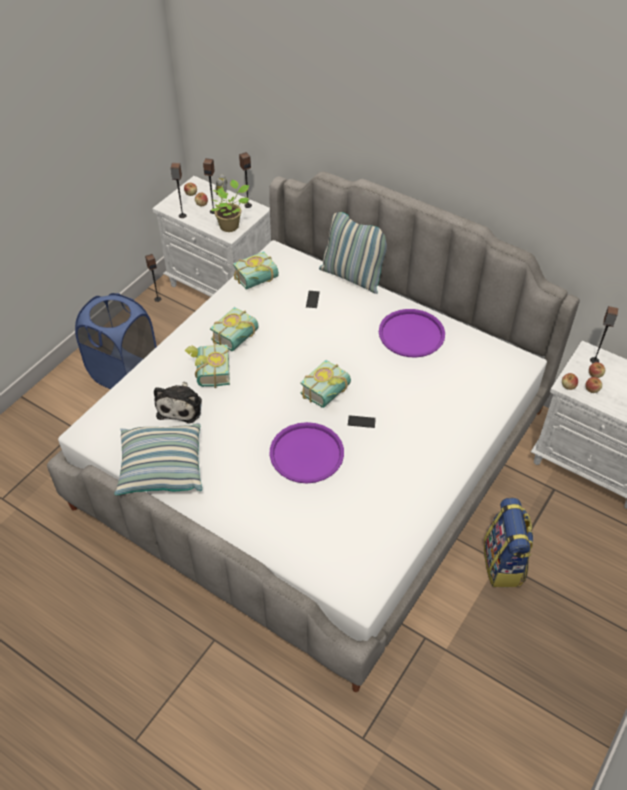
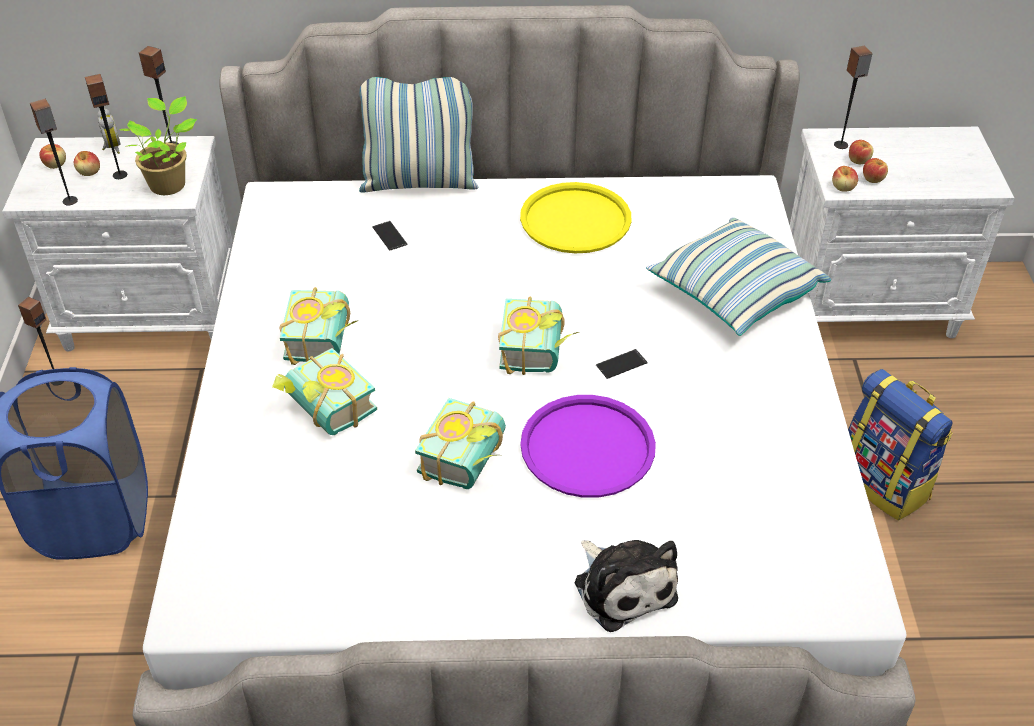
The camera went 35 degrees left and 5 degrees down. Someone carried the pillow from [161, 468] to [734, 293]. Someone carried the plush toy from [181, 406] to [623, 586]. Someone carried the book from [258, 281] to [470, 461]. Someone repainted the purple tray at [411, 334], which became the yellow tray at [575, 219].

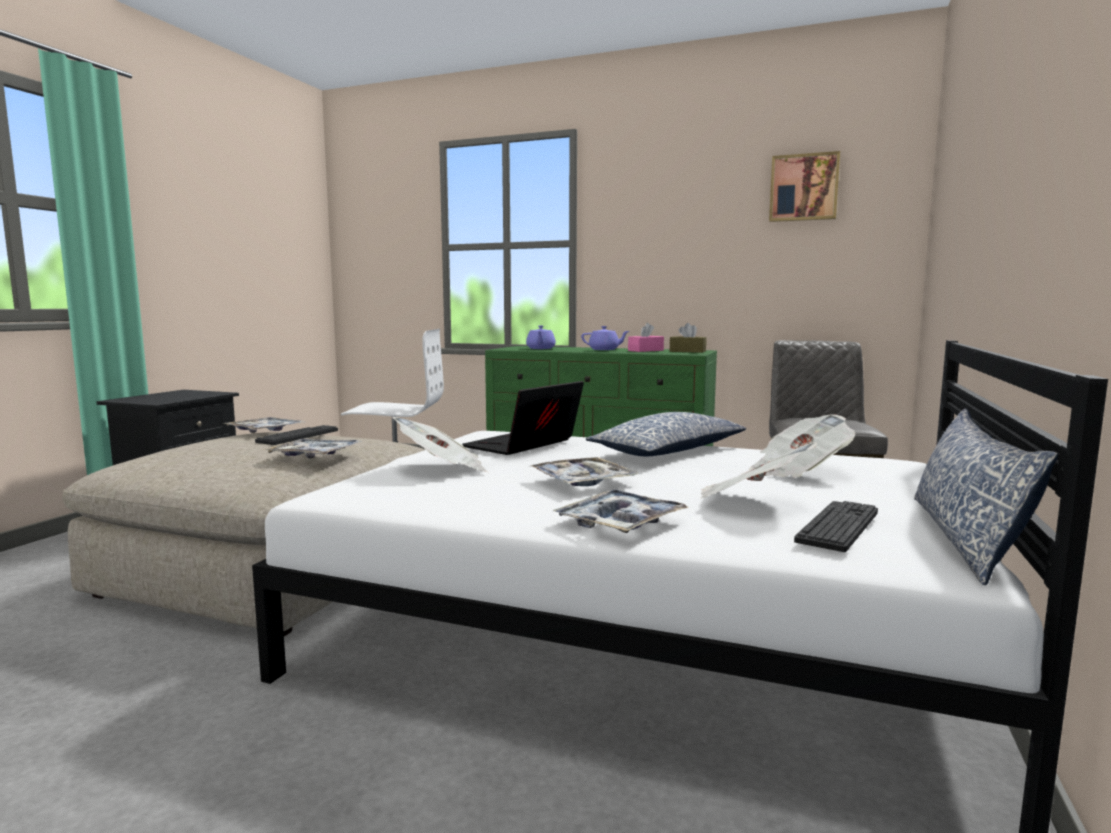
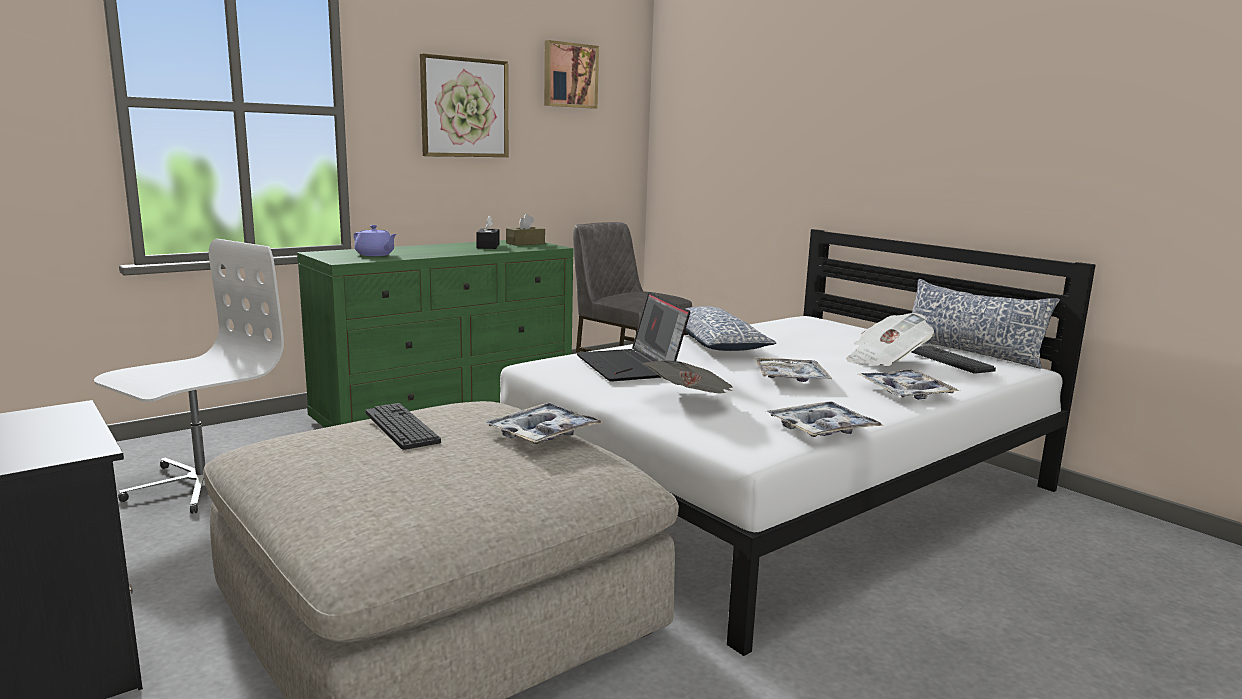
The camera went 60 degrees left and 5 degrees up. Someone took away the purple teapot at [604, 349]. Someone took away the newspaper at [797, 472]. Someone put up the picture at [464, 107]. Someone carried the tray from [264, 431] to [821, 429]. Someone repainted the pink tissue box at [645, 350], which became the black tissue box at [488, 246].

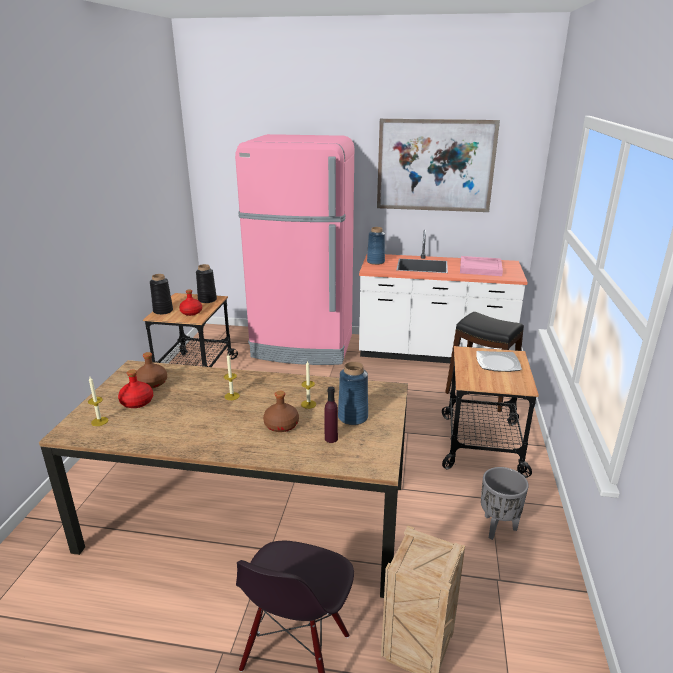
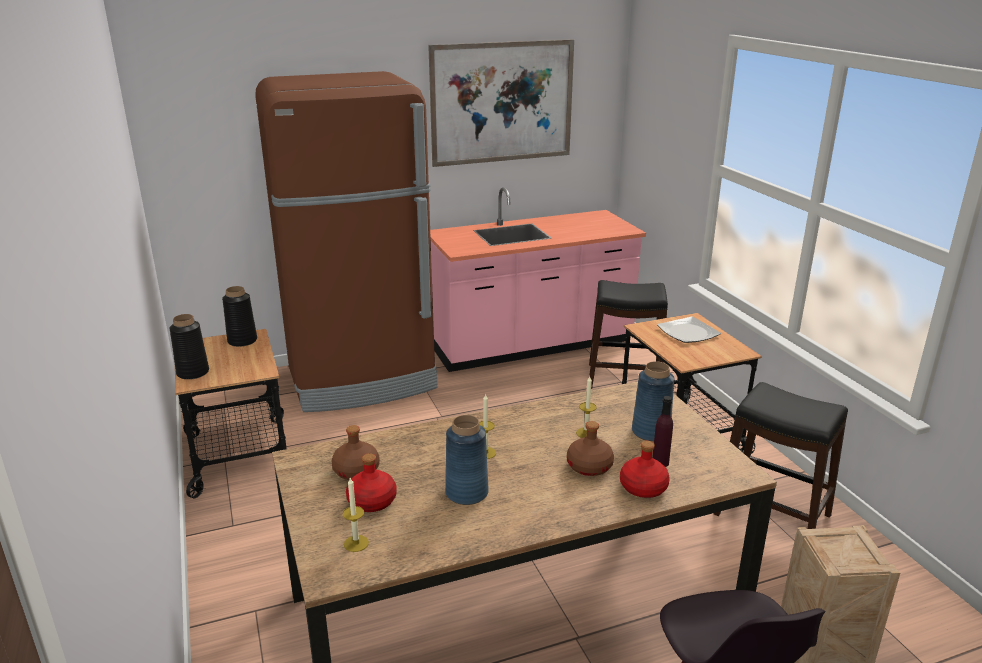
The camera went 30 degrees left and 0 degrees up. Someone took away the pink tray at [481, 268]. Someone carried the red bottle from [191, 312] to [642, 487]. Someone carried the blue vase from [375, 262] to [466, 492]. Someone swapped the grey planter at [498, 528] for the black stool at [772, 514]. Someone repainted the pink fridge at [303, 347], which became the brown fridge at [362, 379]. Someone repainted the white counter at [433, 354], which became the pink counter at [532, 346].

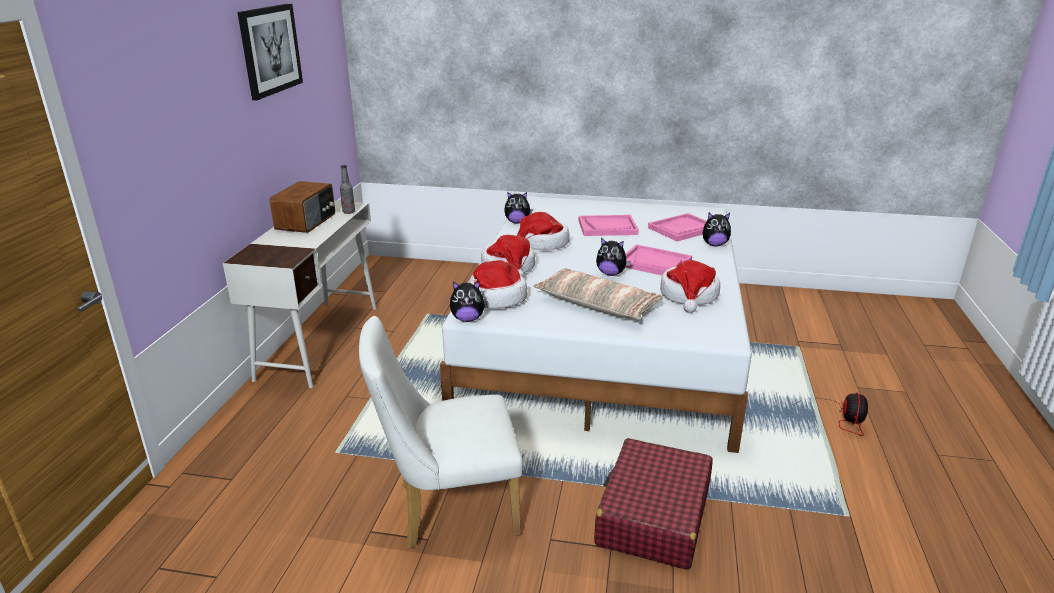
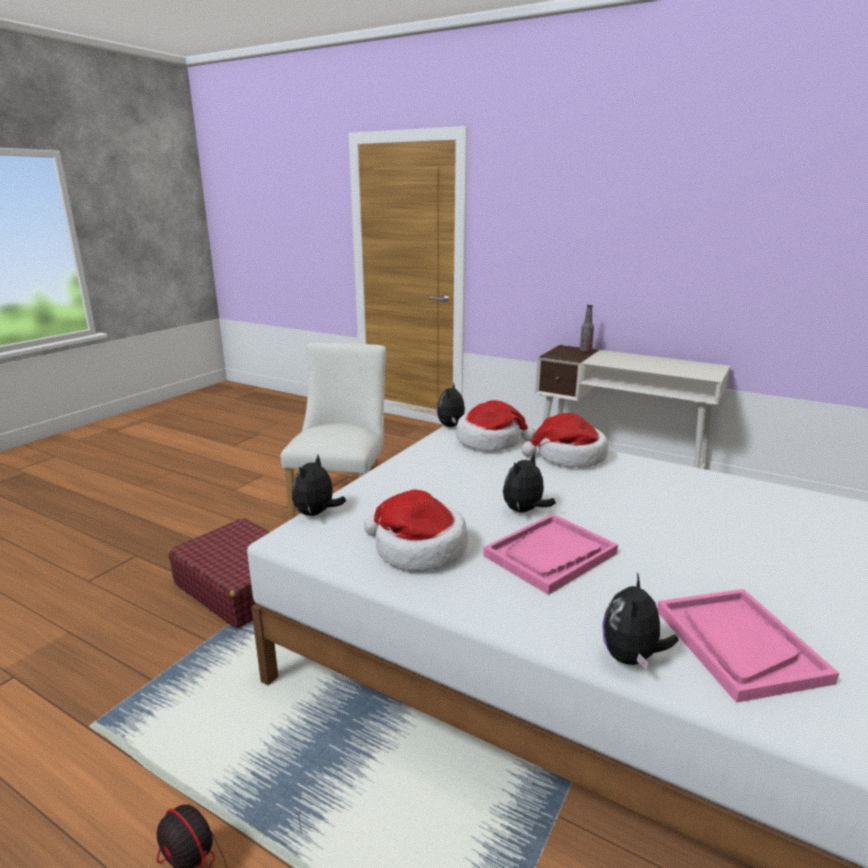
The camera went 110 degrees right and 5 degrees down. Someone took away the picture at [270, 50]. Someone took away the radio at [307, 221]. Someone took away the hat at [542, 243]. Someone took away the pillow at [597, 304]. Someone took away the pink tray at [607, 227]. Someone carried the bottle from [349, 212] to [585, 351]. Someone carried the plush toy from [517, 222] to [316, 513].

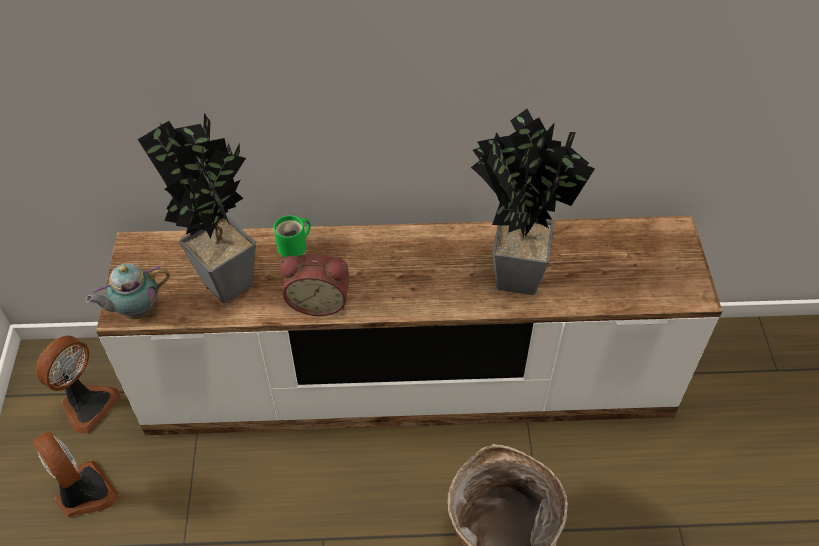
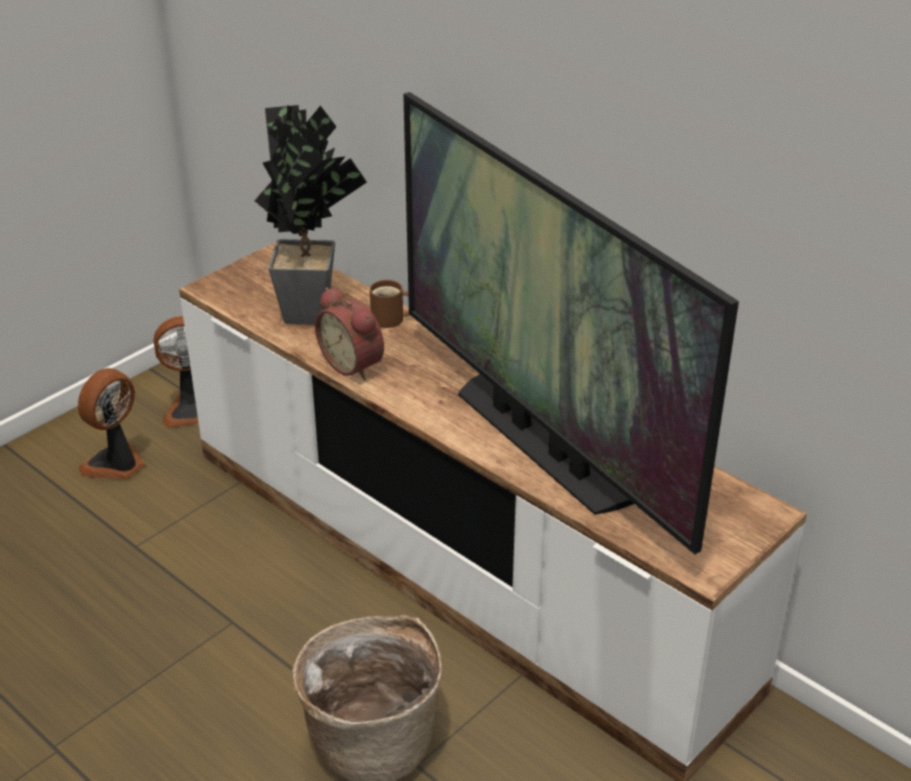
The camera went 45 degrees right and 15 degrees down. Someone took away the teapot at [136, 310]. Someone swapped the potted plant at [510, 273] for the television at [542, 442]. Someone repainted the green mug at [295, 246], which became the brown mug at [390, 320]. Someone rotated the fan at [83, 493] by 150 degrees counterclockwise.

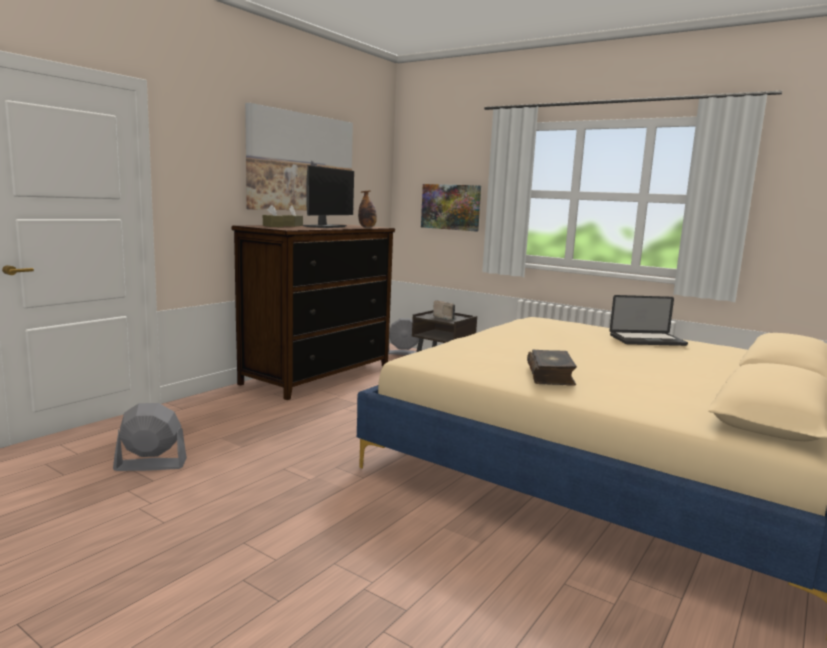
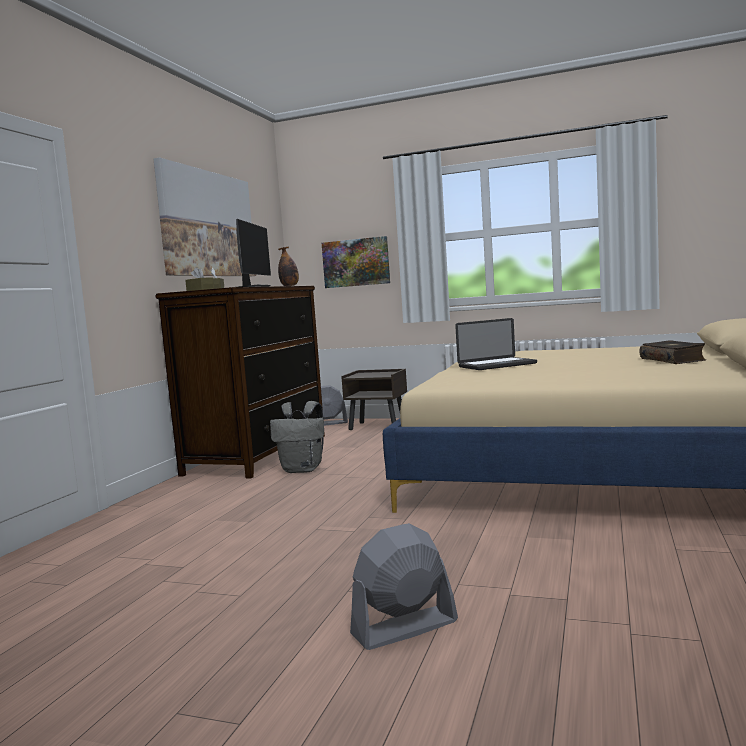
The camera went 15 degrees left and 5 degrees down. Someone took away the radio at [445, 318]. Someone put down the grey backpack at [303, 469]. Someone carried the grey fan from [150, 465] to [404, 628]. Someone carried the book from [551, 375] to [673, 360]. Someone carried the laptop from [647, 340] to [497, 365].

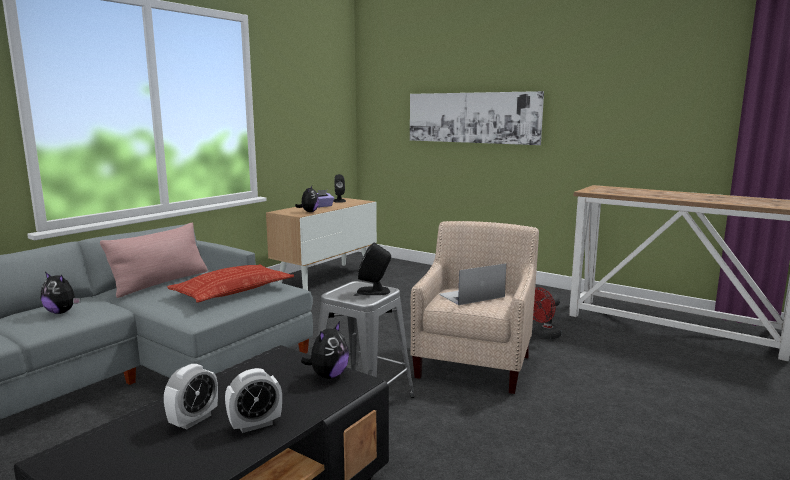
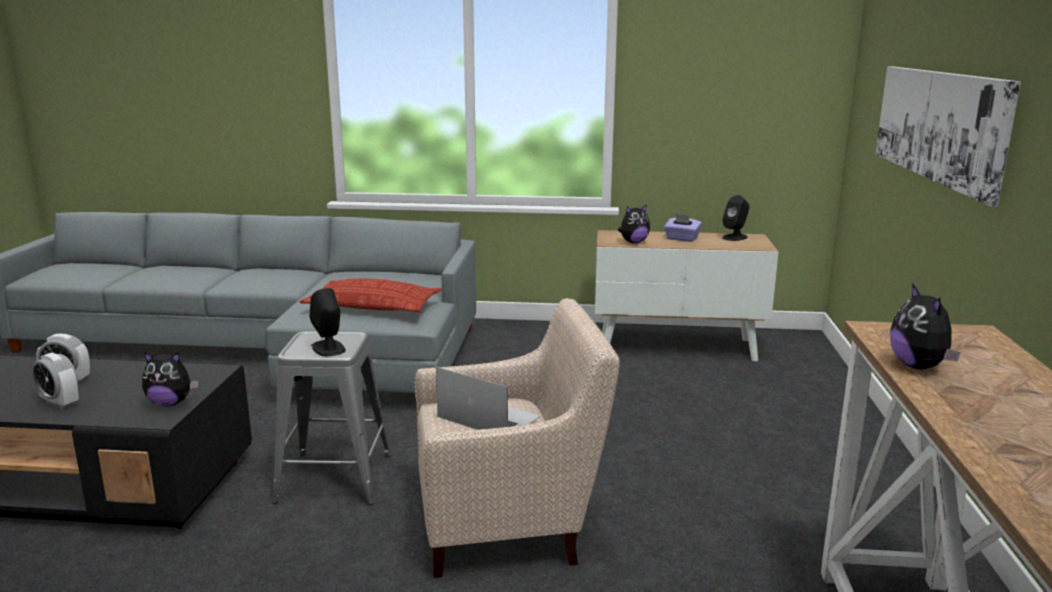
The camera went 60 degrees right and 5 degrees up. Someone took away the pink pillow at [161, 283]. Someone took away the red fan at [543, 336]. Someone carried the plush toy from [62, 312] to [919, 366].

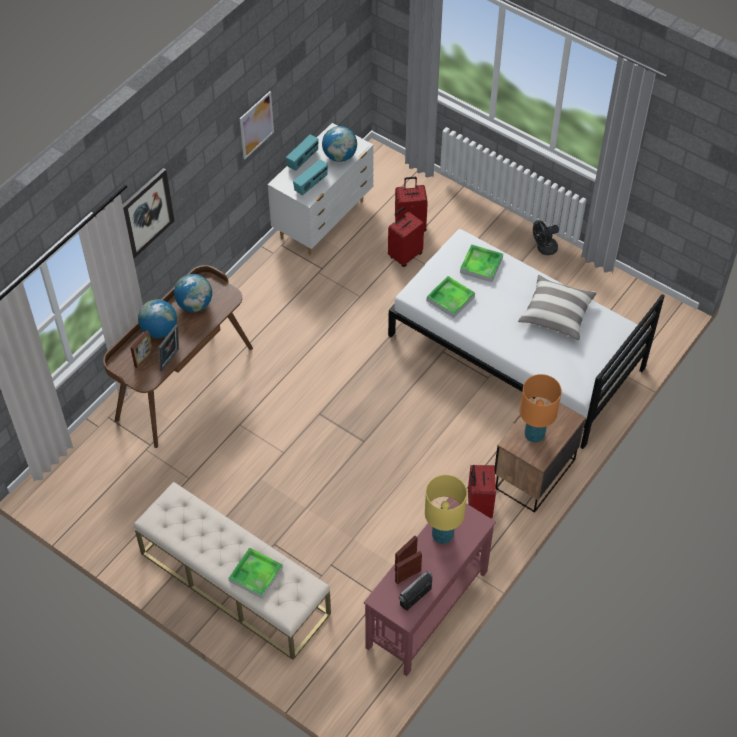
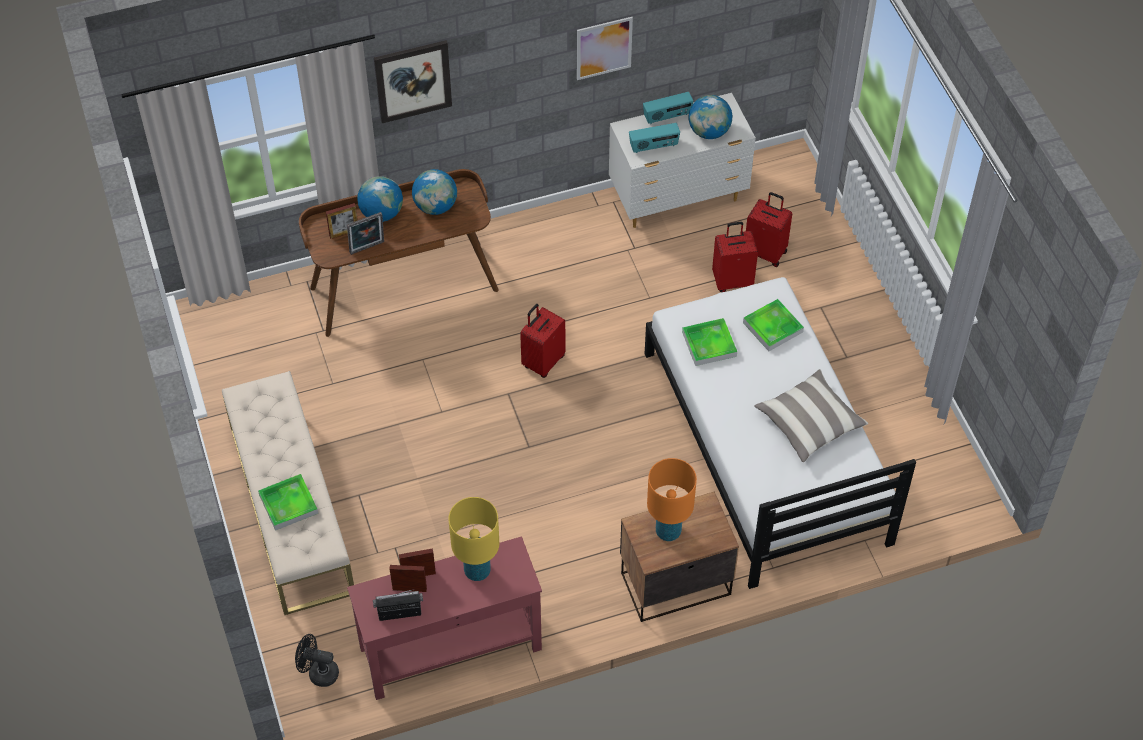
The camera went 35 degrees right and 0 degrees up. Someone carried the red suitcase from [478, 506] to [543, 361]. Someone carried the black fan from [544, 249] to [318, 673].

